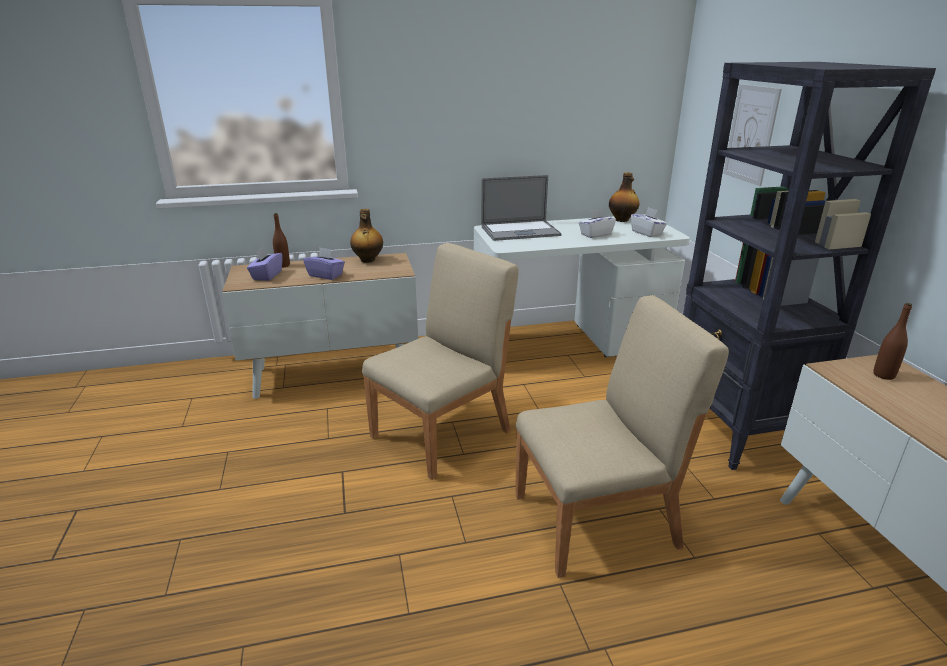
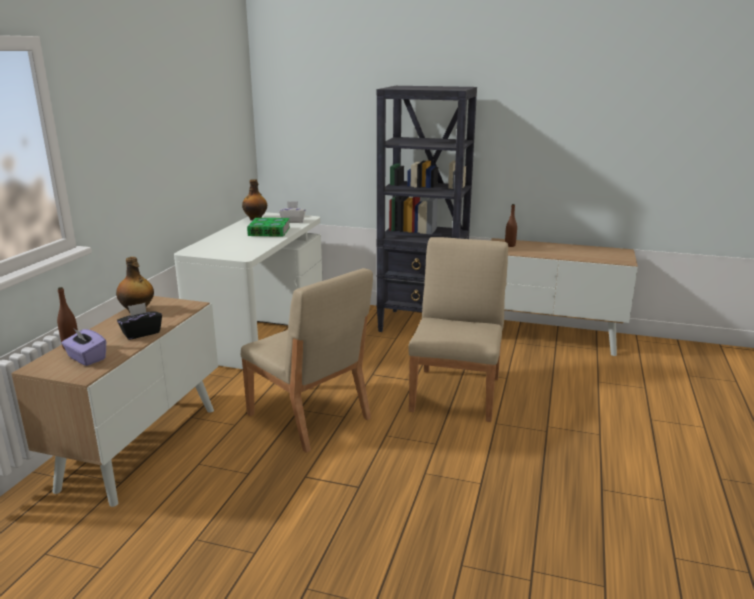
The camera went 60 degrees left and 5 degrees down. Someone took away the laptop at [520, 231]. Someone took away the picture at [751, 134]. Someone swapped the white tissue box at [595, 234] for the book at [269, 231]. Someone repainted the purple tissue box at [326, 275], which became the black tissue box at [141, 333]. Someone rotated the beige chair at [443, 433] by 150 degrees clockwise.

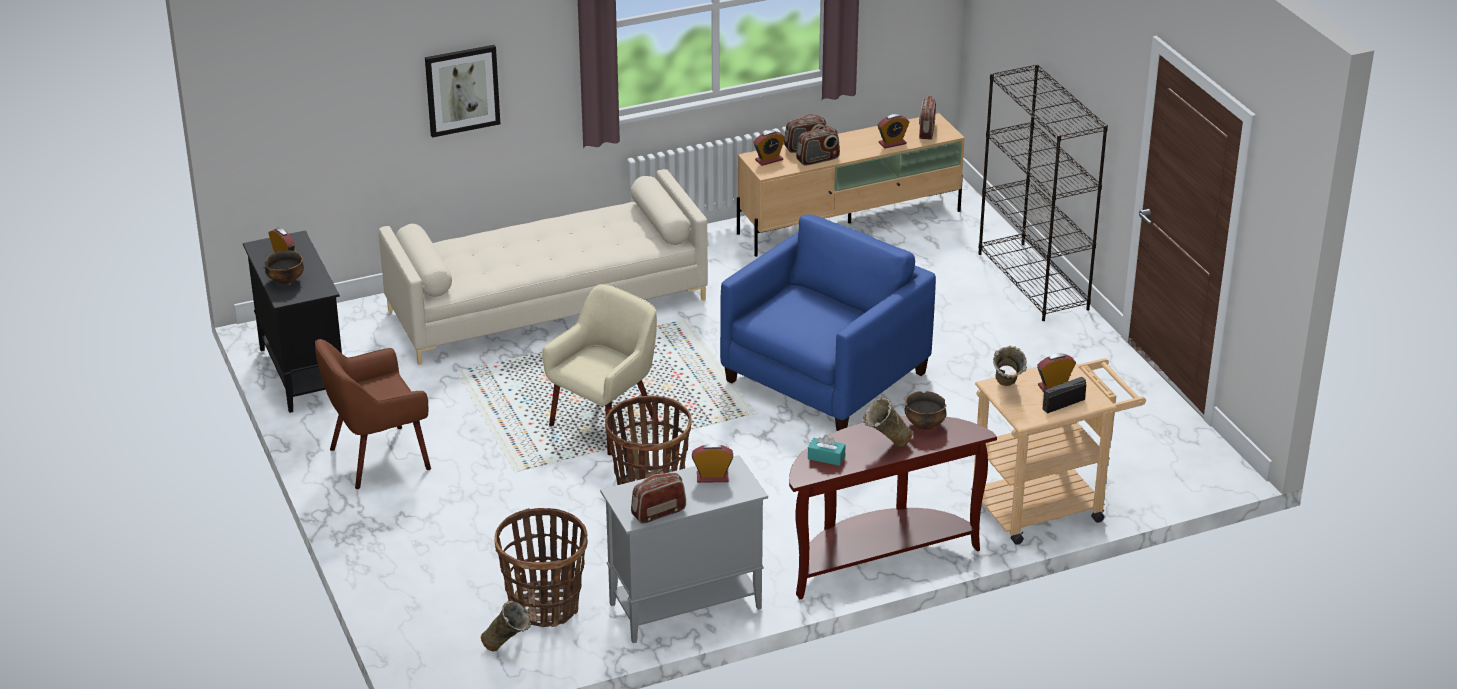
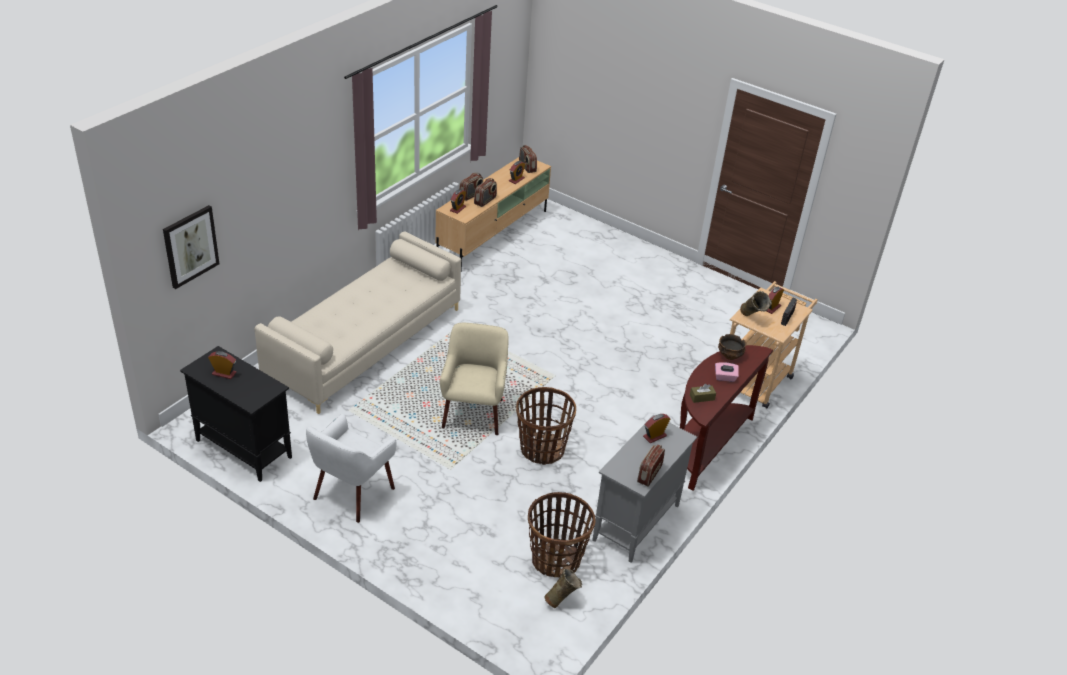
The camera went 35 degrees left and 5 degrees up. Someone took away the bowl at [286, 280]. Someone took away the blue armchair at [825, 377]. Someone took away the black bookcase at [1033, 281]. Someone carried the picture from [462, 90] to [190, 246]. Someone swapped the beige vase at [886, 446] for the pink tissue box at [725, 377]. Someone repainted the brown armchair at [378, 458], which became the white armchair at [352, 493]. Someone repainted the turquoise tissue box at [826, 457], which became the brown tissue box at [702, 397].

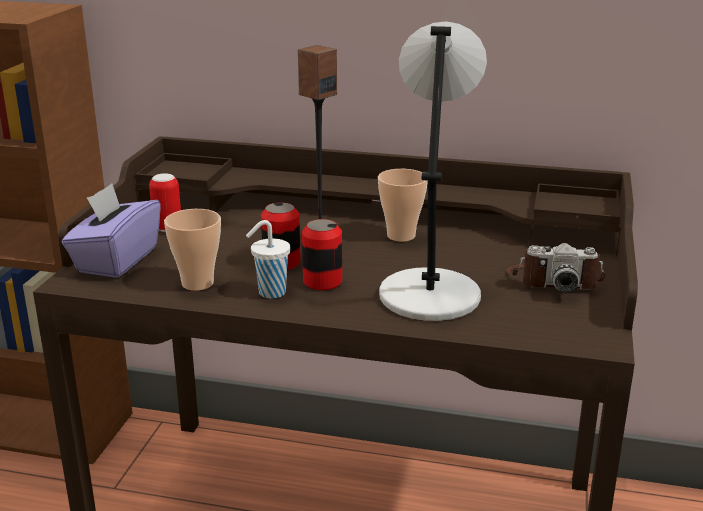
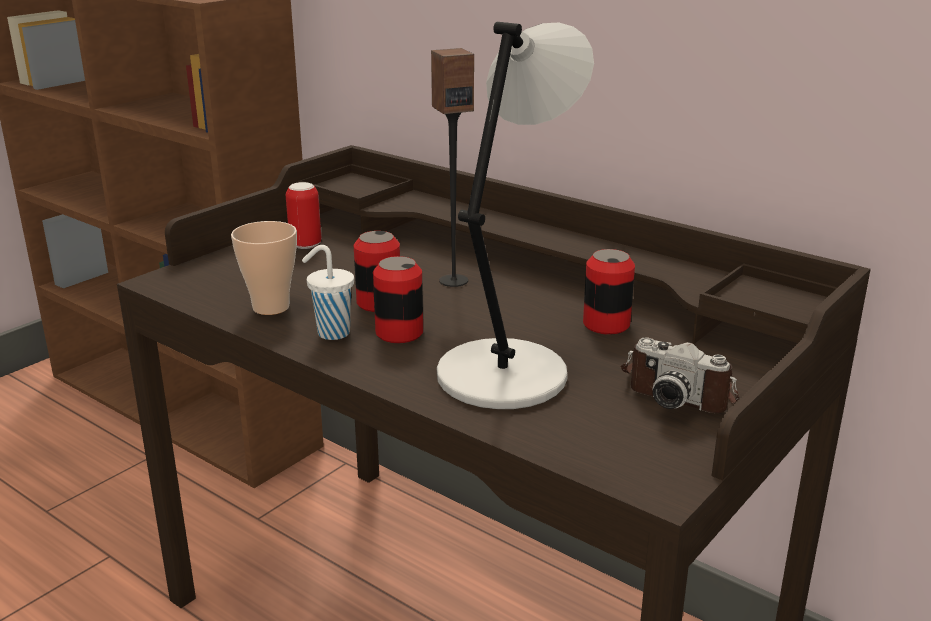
The camera went 25 degrees right and 0 degrees up. Someone took away the purple tissue box at [116, 260]. Someone took away the cup at [401, 236]. Someone put down the can at [606, 324].

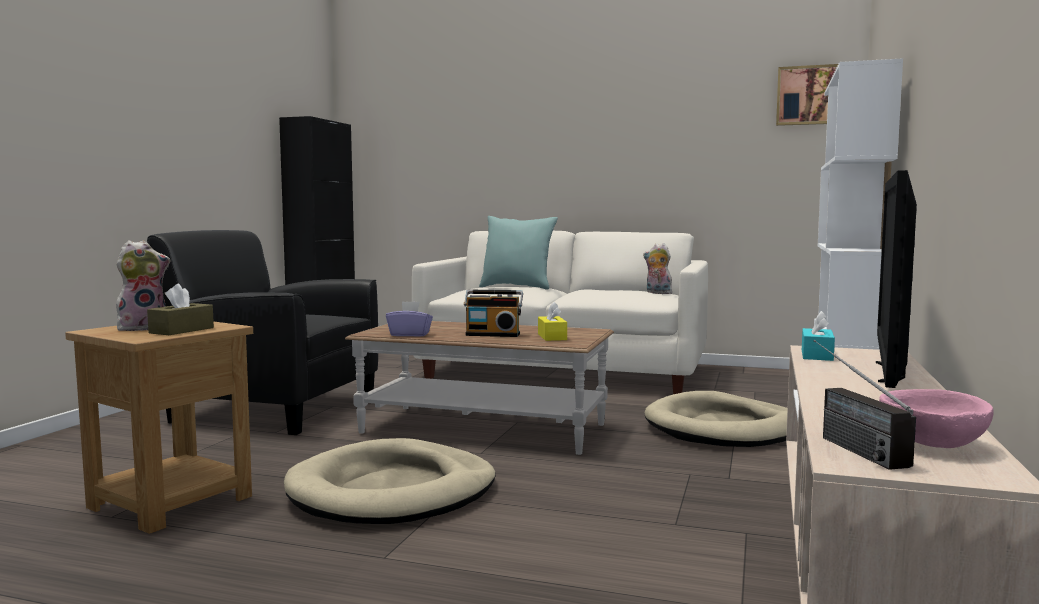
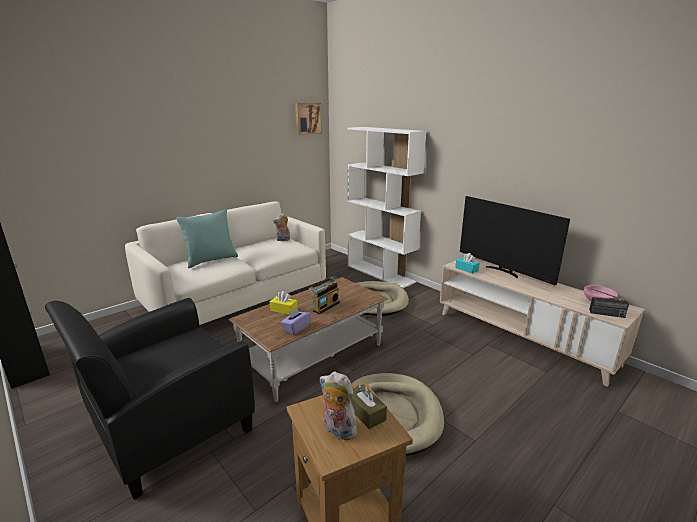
The camera went 60 degrees left and 15 degrees up. Someone carried the yellow tissue box from [552, 337] to [284, 310]. Someone rotated the plush toy at [143, 328] by 45 degrees counterclockwise.

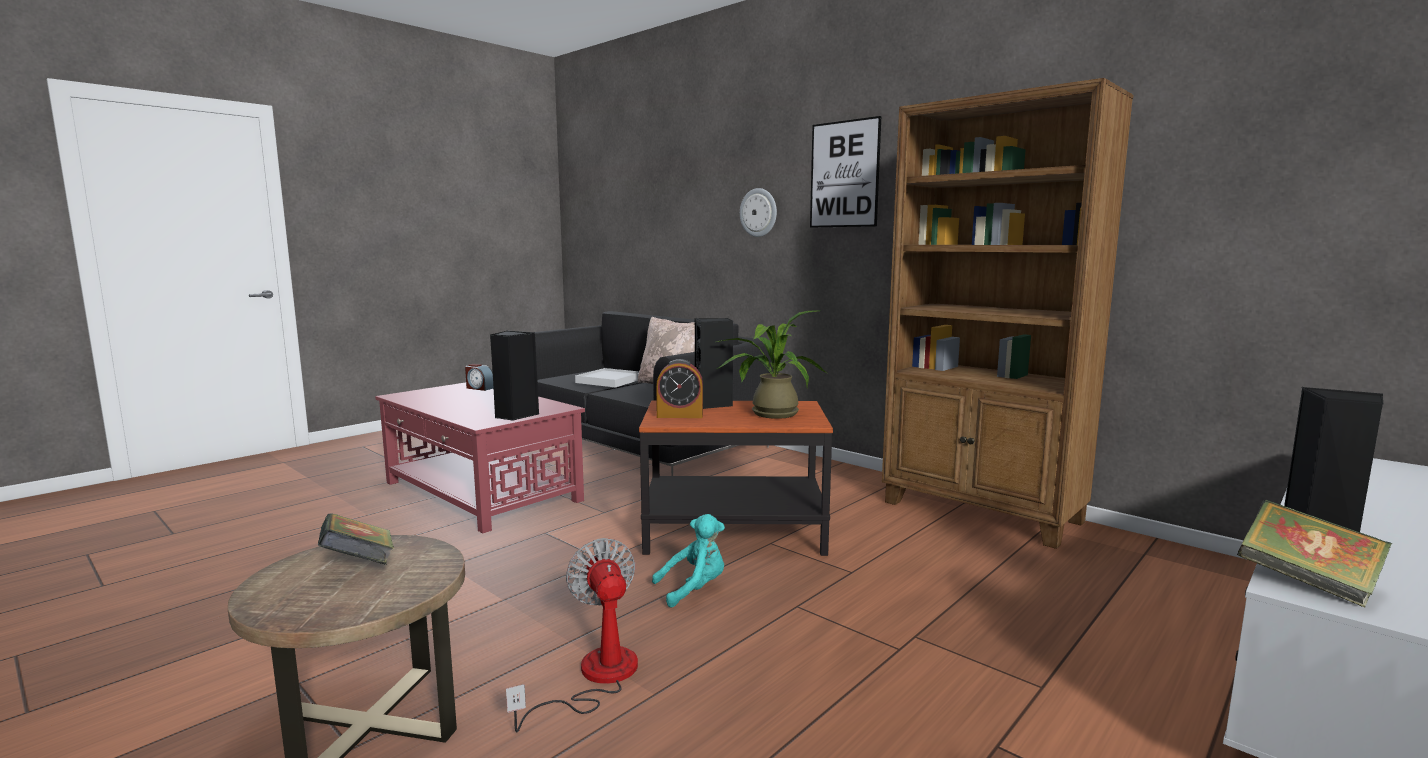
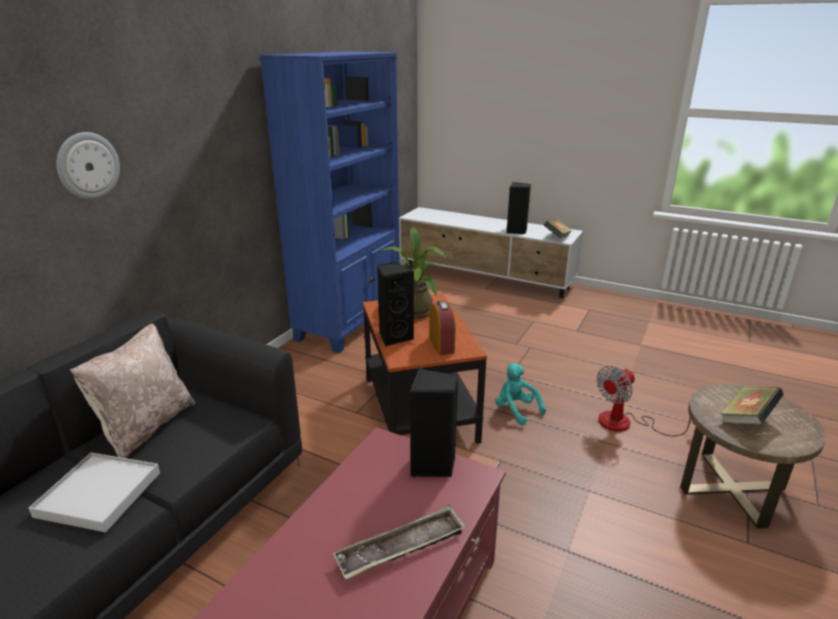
The camera went 105 degrees left and 15 degrees up. Someone took away the alarm clock at [479, 388]. Someone took away the picture at [844, 174]. Someone put down the tray at [401, 548]. Someone repainted the brown bookcase at [982, 513], which became the blue bookcase at [350, 323].

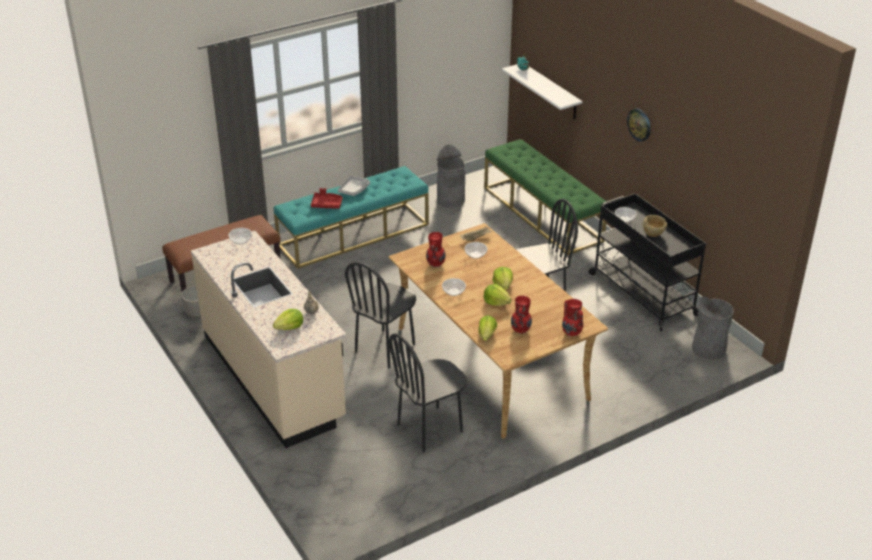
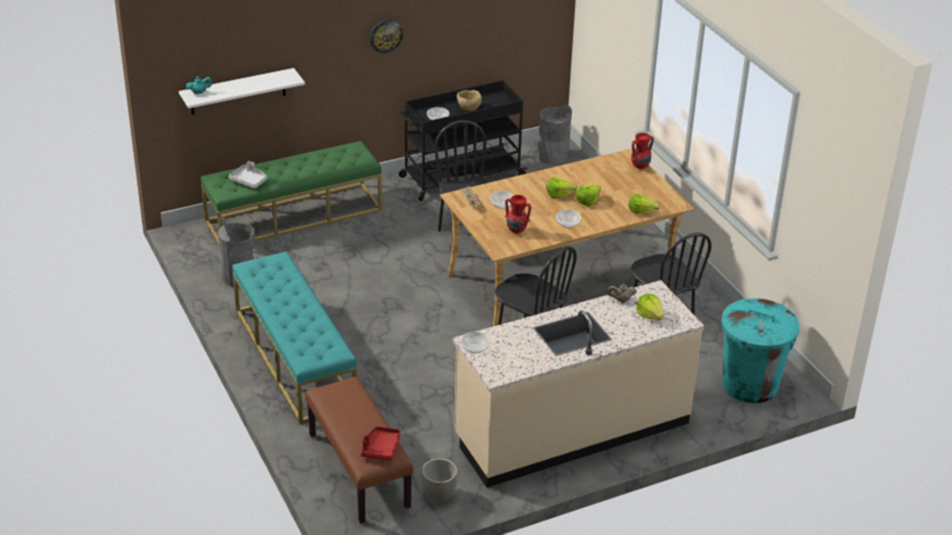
The camera went 85 degrees left and 0 degrees up. Someone took away the red vase at [521, 330]. Someone put down the turquoise trash can at [750, 385]. Someone carried the red tray from [326, 204] to [380, 448]. Someone carried the grey tray from [354, 190] to [249, 180].

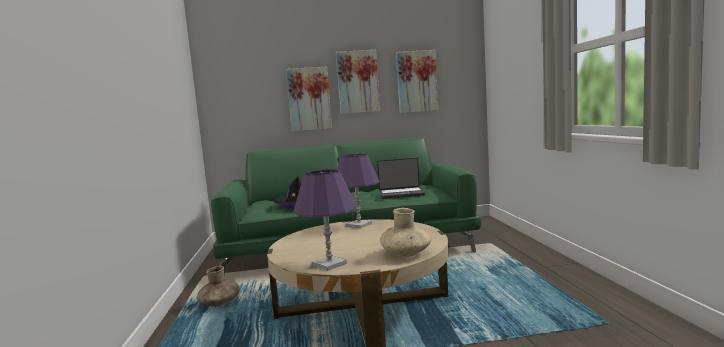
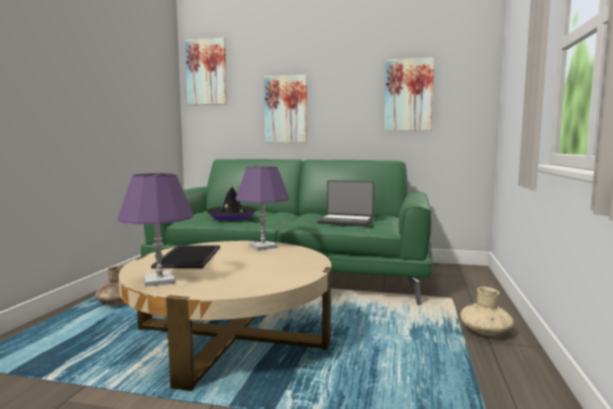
The camera went 20 degrees right and 0 degrees up. Someone put down the tray at [187, 257]. Someone carried the picture from [358, 82] to [206, 72]. Someone carried the beige vase from [406, 253] to [485, 331].

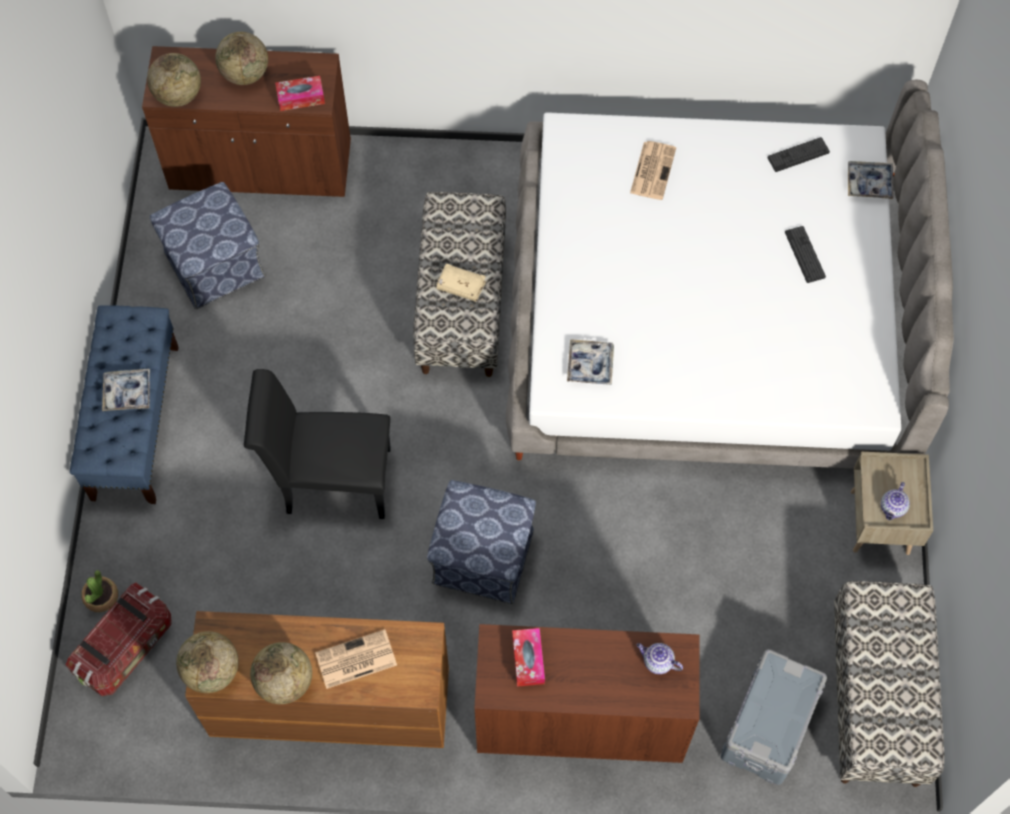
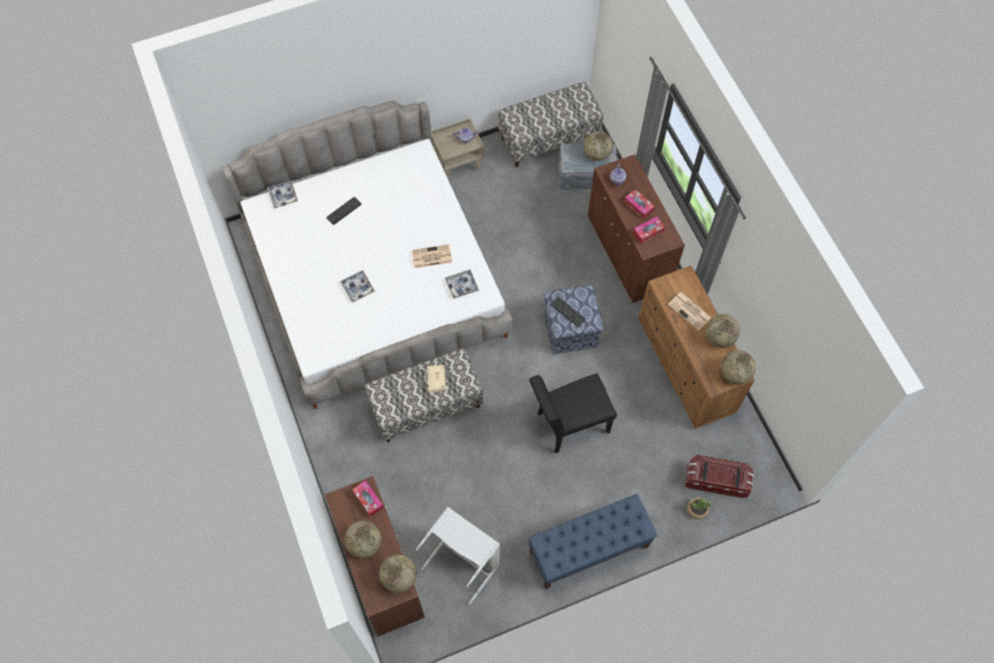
The camera went 115 degrees left and 0 degrees up. Someone put down the globe at [596, 154]. Someone put down the tissue box at [638, 206]. Someone carried the tray from [127, 393] to [357, 288]. Someone carried the newspaper from [652, 170] to [431, 257]. Someone carried the keyboard from [798, 155] to [567, 312]. Someone swapped the ottoman at [214, 265] for the grey laundry basket at [465, 560]. Someone rotated the black chair at [329, 480] by 90 degrees clockwise.

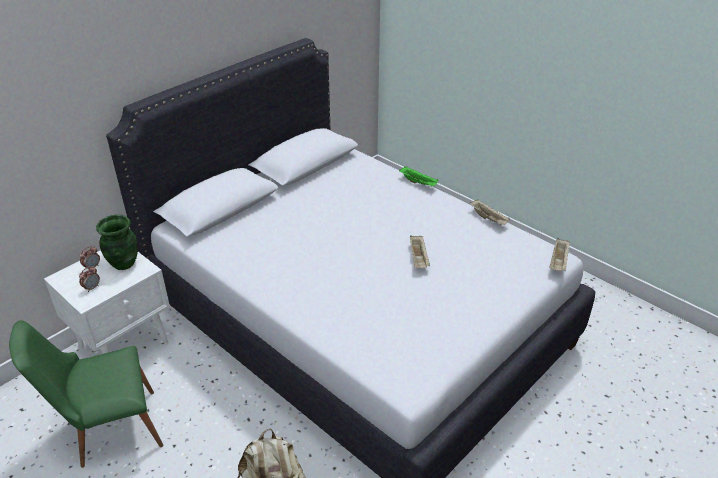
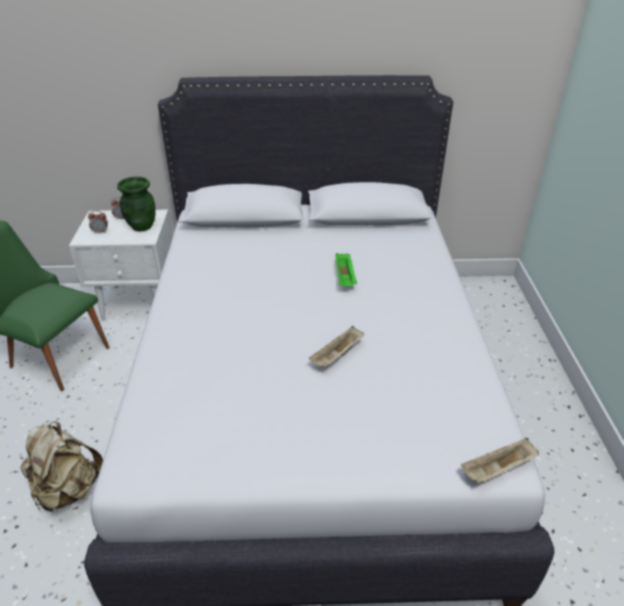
The camera went 45 degrees right and 0 degrees up. Someone took away the beige tray at [489, 219]. Someone carried the green tray from [418, 183] to [345, 278].

